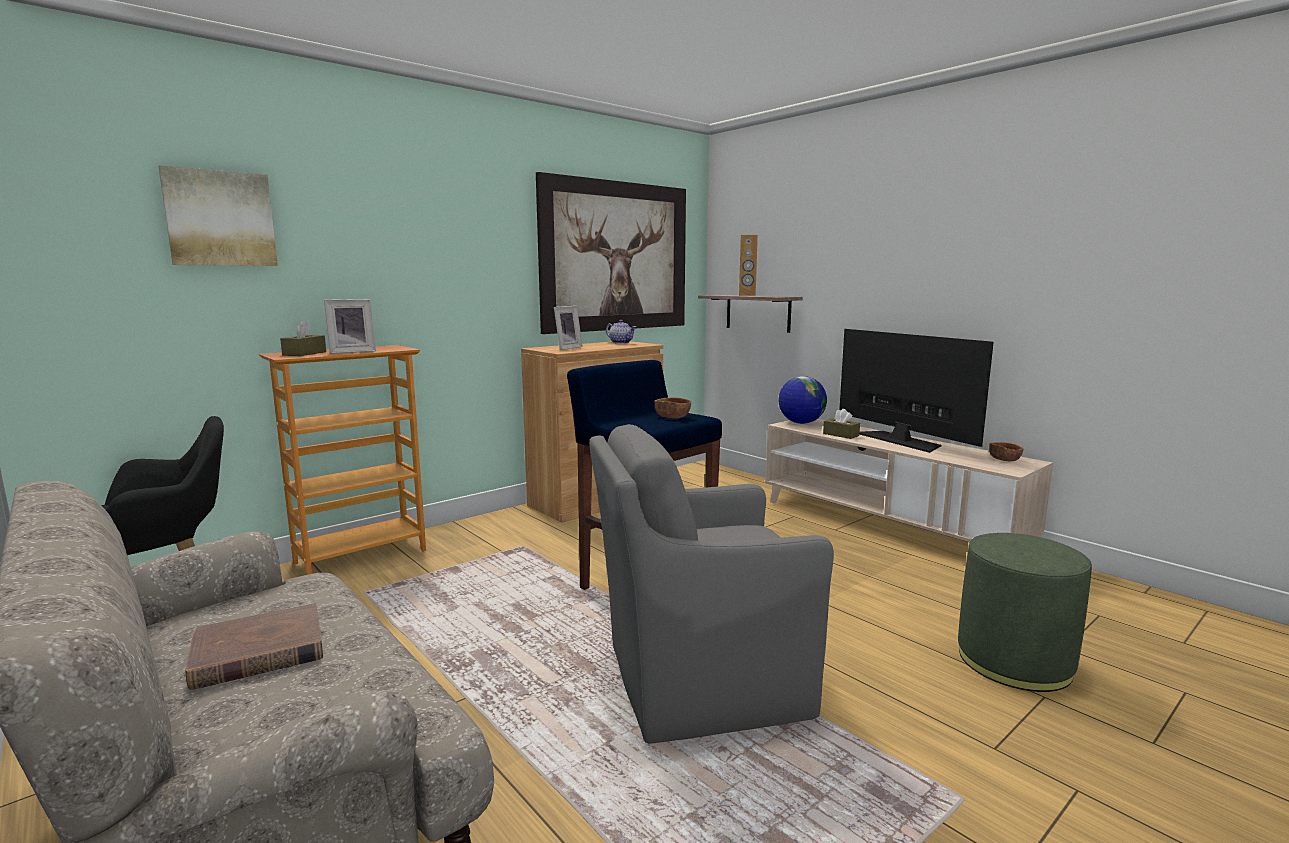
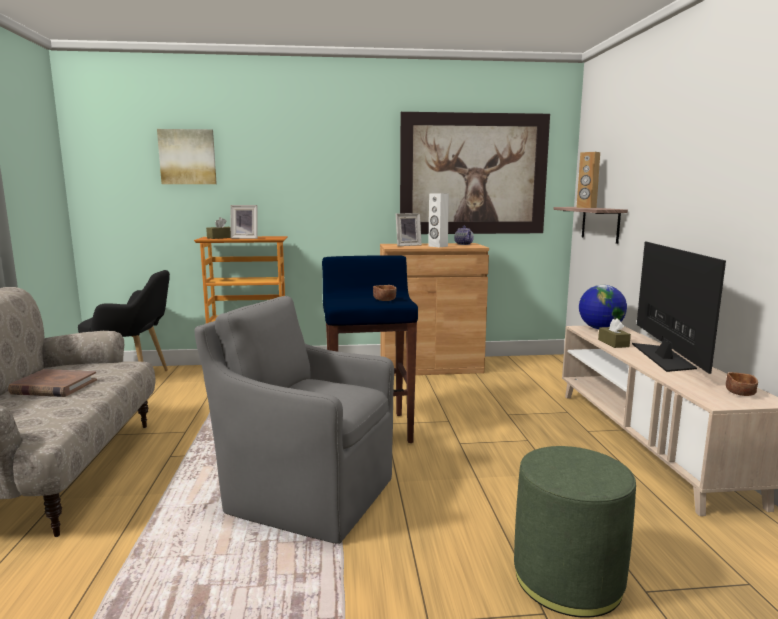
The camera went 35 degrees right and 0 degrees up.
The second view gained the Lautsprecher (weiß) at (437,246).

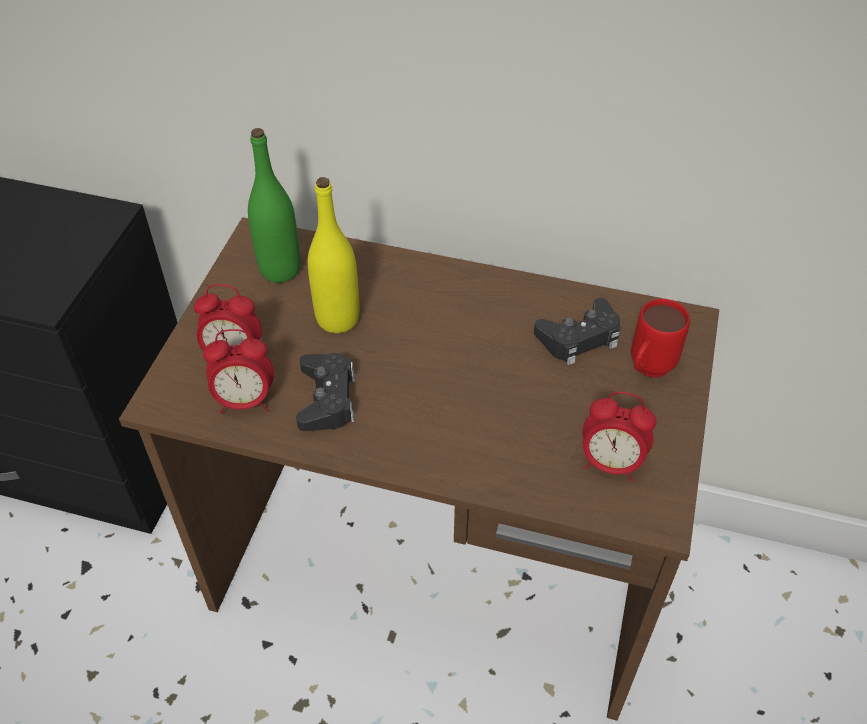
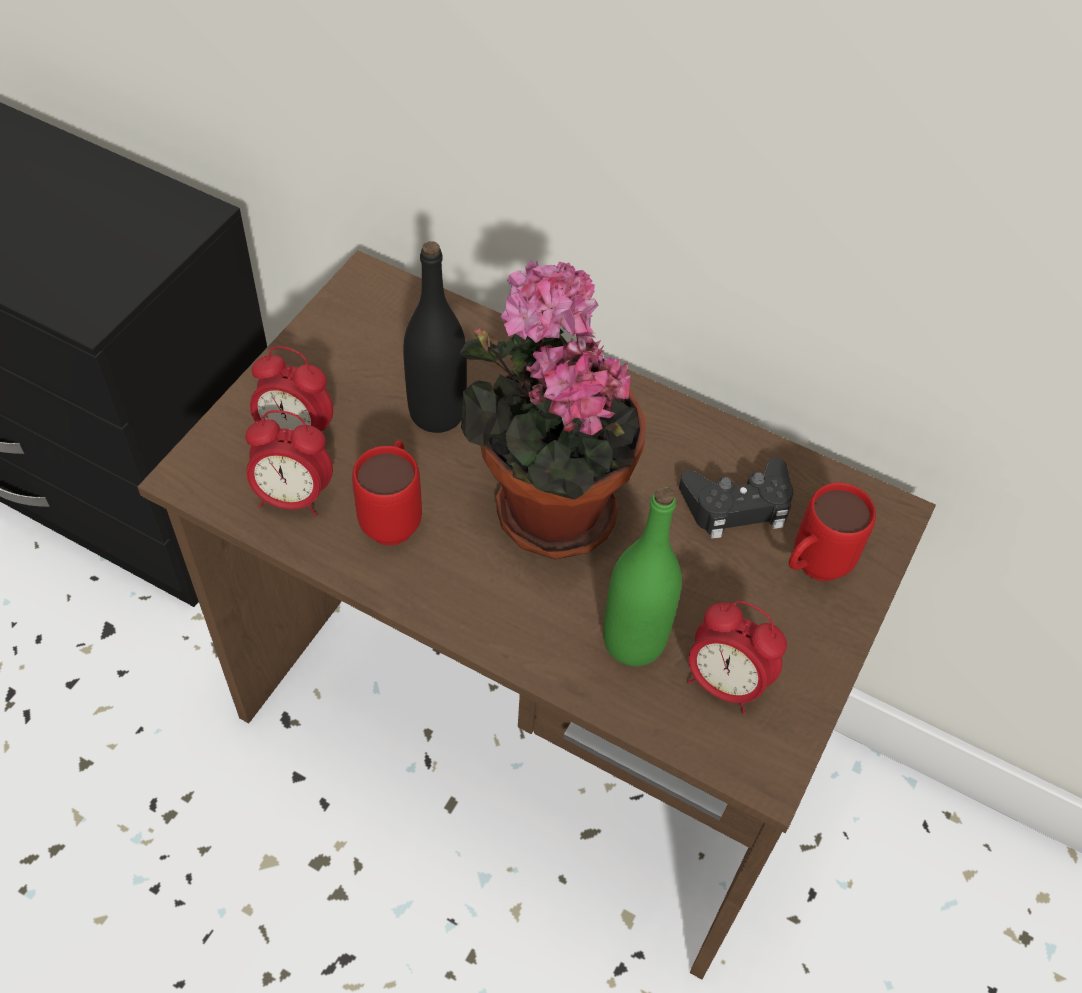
The camera went 10 degrees right and 5 degrees up.
The Flasche (grün) ended up elsewhere, having gone from (280,269) to (634,641).
What was the Flasche (gelb) at (337,319) turned into the Flasche (schwarz) at (437,413).
Where the Gamepad (schwarz) stood at (327,398), the Henkelbecher (rot) came to stand at (394,516).
The second view gained the Topfpflanze at (545,505).

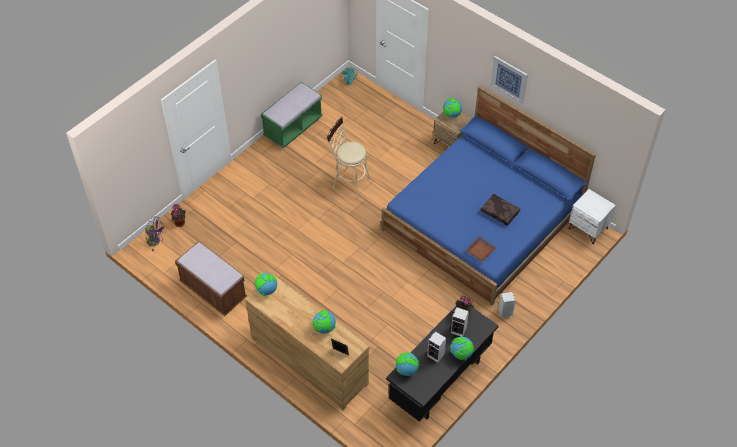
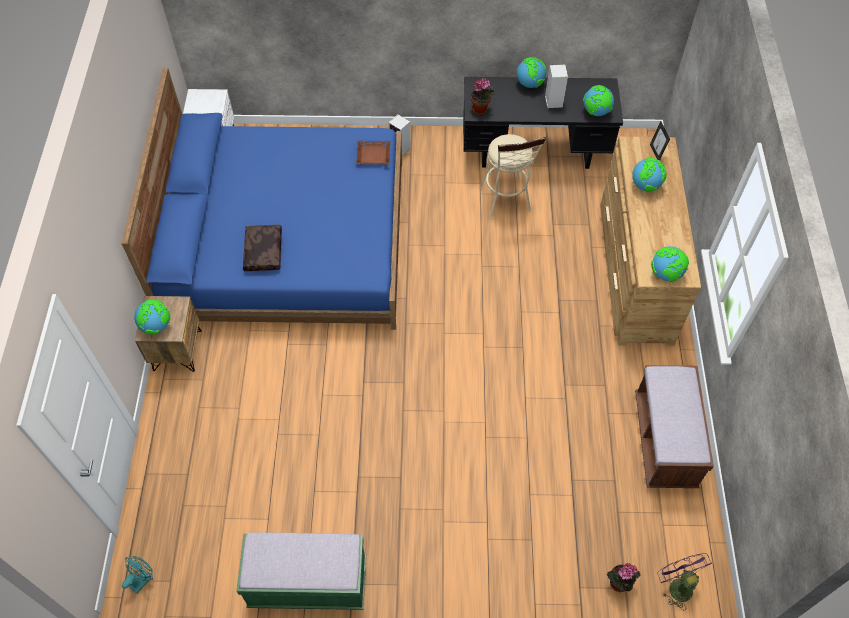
The camera went 130 degrees left and 5 degrees up.
The second view lost the Bild at (509,79).
The Hocker (beige) ended up elsewhere, having gone from (348,182) to (506,202).
The Kissen (braun) ended up elsewhere, having gone from (500,212) to (262,251).
The second view lost the Lautsprecher at (459,330).

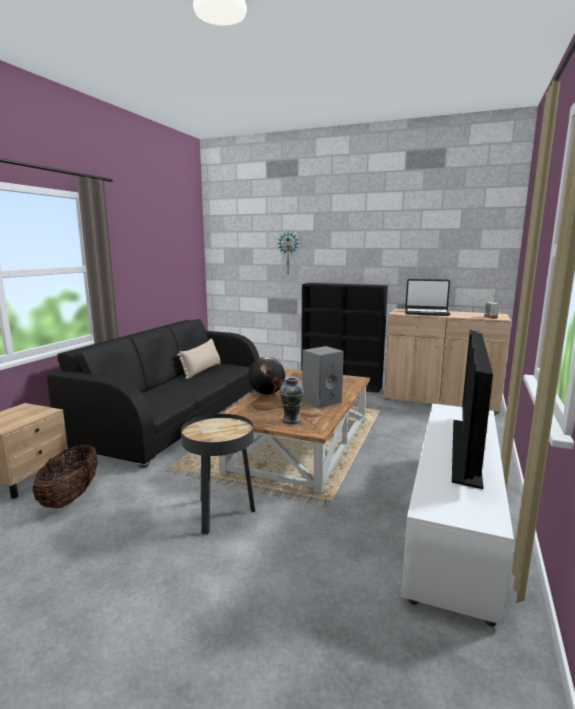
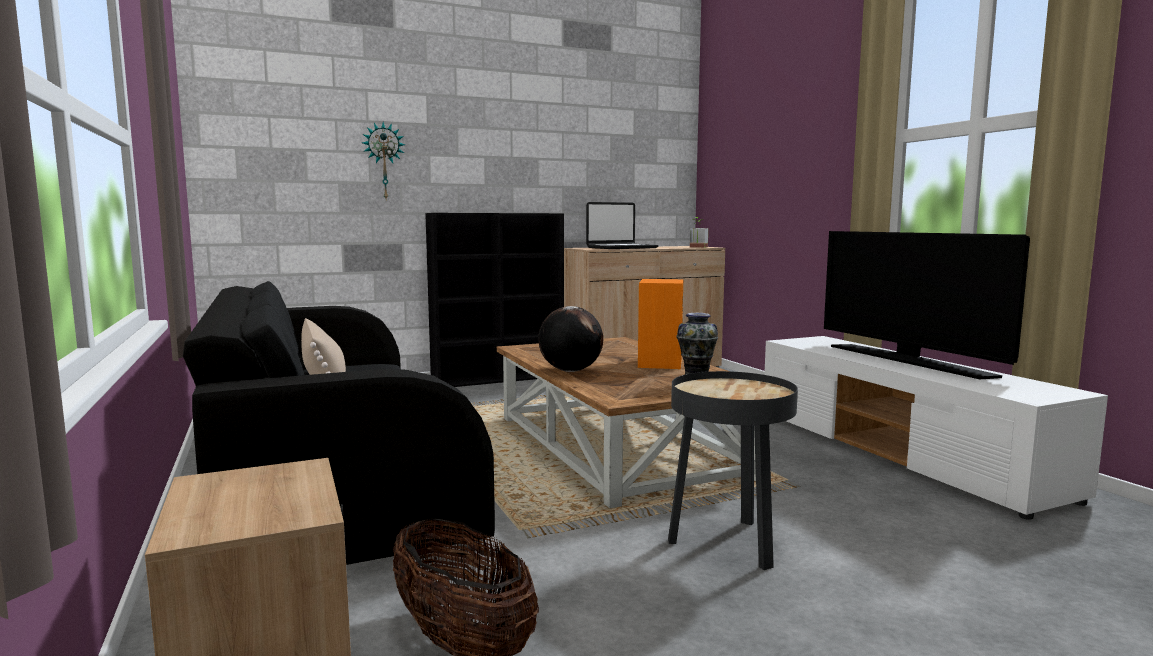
The camera went 45 degrees left and 5 degrees down.
What was the Lautsprecher (grau) at (322,401) turned into the Lautsprecher (orange) at (659,363).

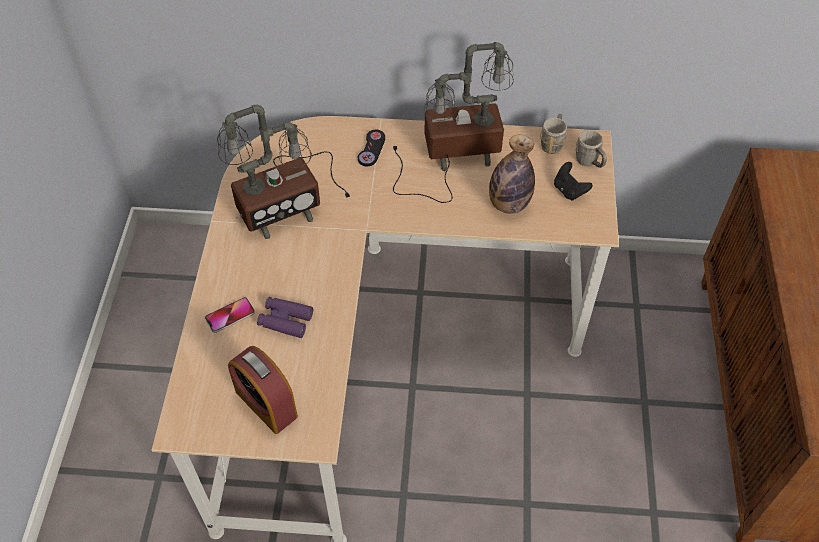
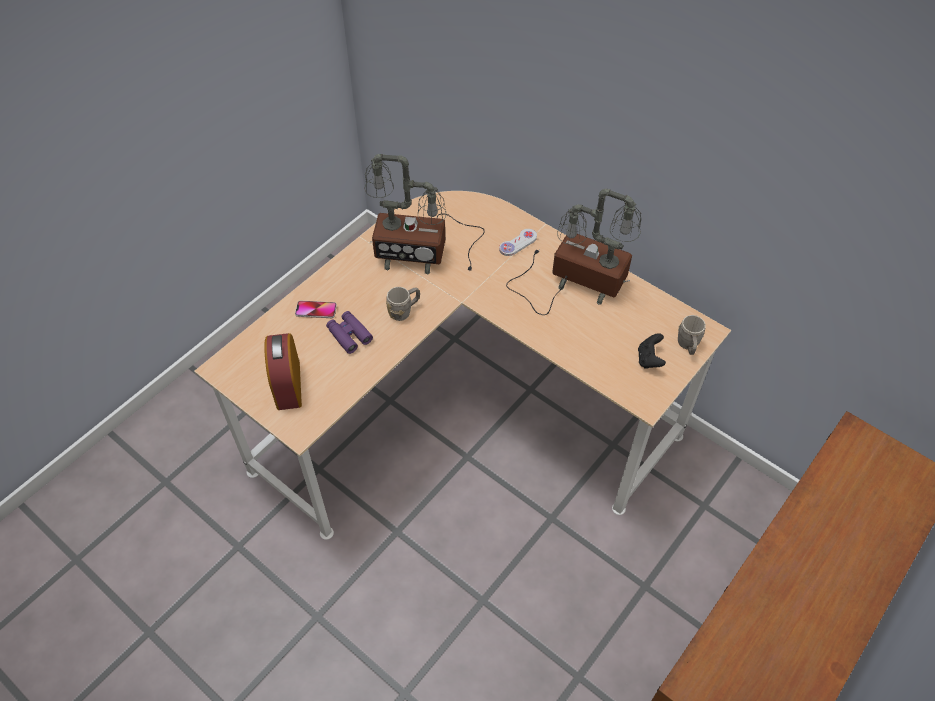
The camera went 35 degrees right and 0 degrees up.
The Henkelbecher (grau) ended up elsewhere, having gone from (553,143) to (404,311).
What was the Gamepad (schwarz) at (371,149) turned into the Gamepad (weiß) at (518,243).
The second view lost the Flasche at (508,204).

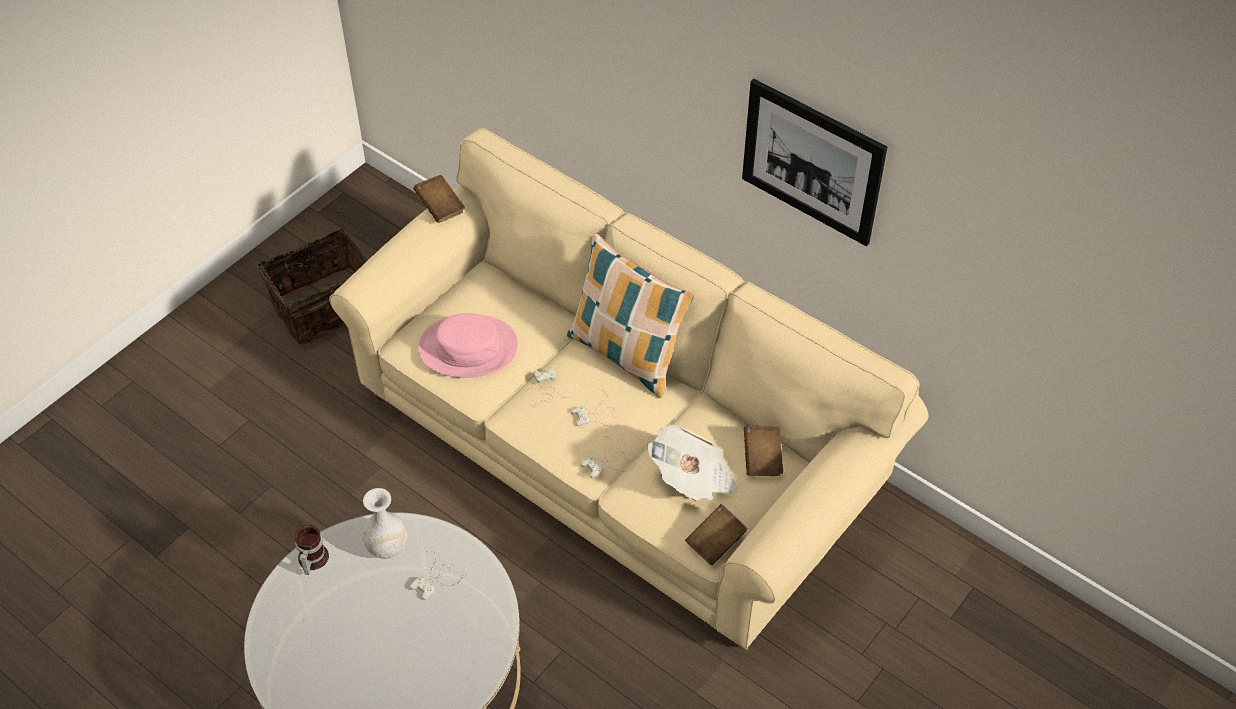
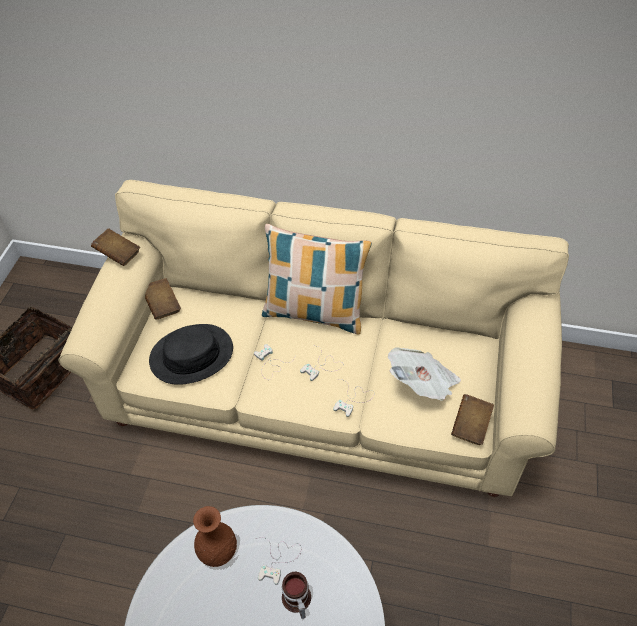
The camera went 25 degrees left and 0 degrees up.
The second view lost the Bild at (812,162).
What was the Hut (rosa) at (468,347) turned into the Hut (schwarz) at (191,355).
The Buch (braun) ended up elsewhere, having gone from (762,459) to (162,305).
What was the Vase (weiß) at (387,548) turned into the Vase (braun) at (218,552).
The Henkelbecher ended up elsewhere, having gone from (311,560) to (296,601).

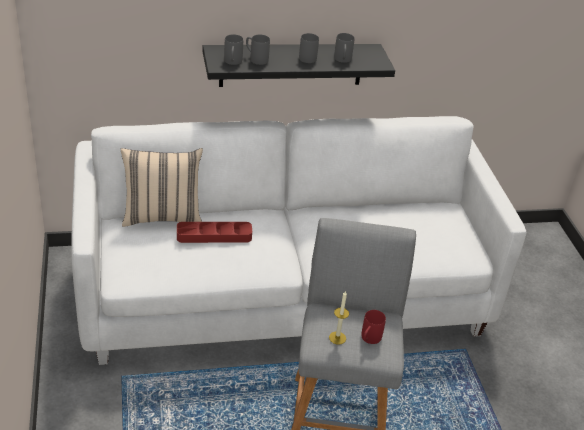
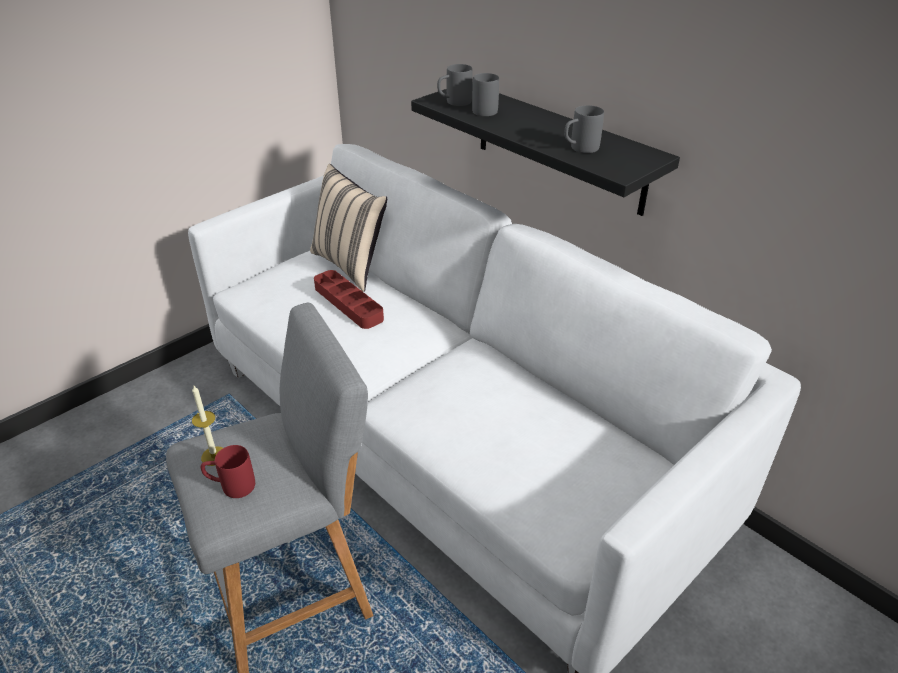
The camera went 60 degrees right and 0 degrees up.
The second view lost the Henkelbecher (grau) at (306,57).

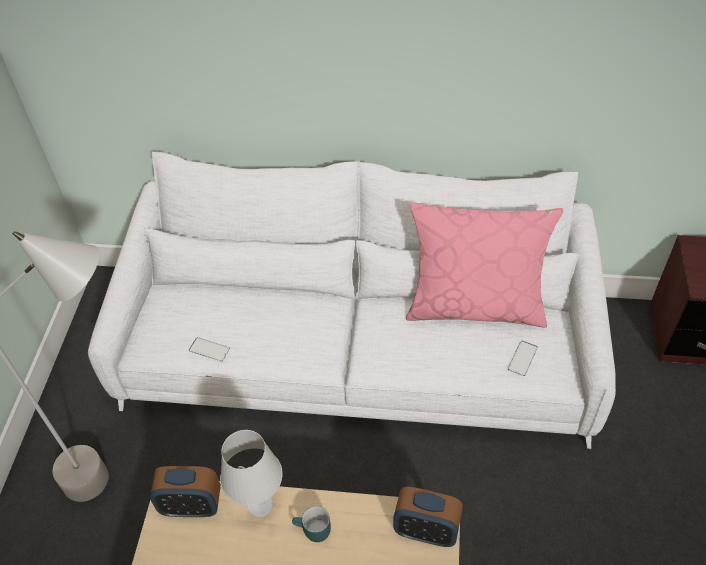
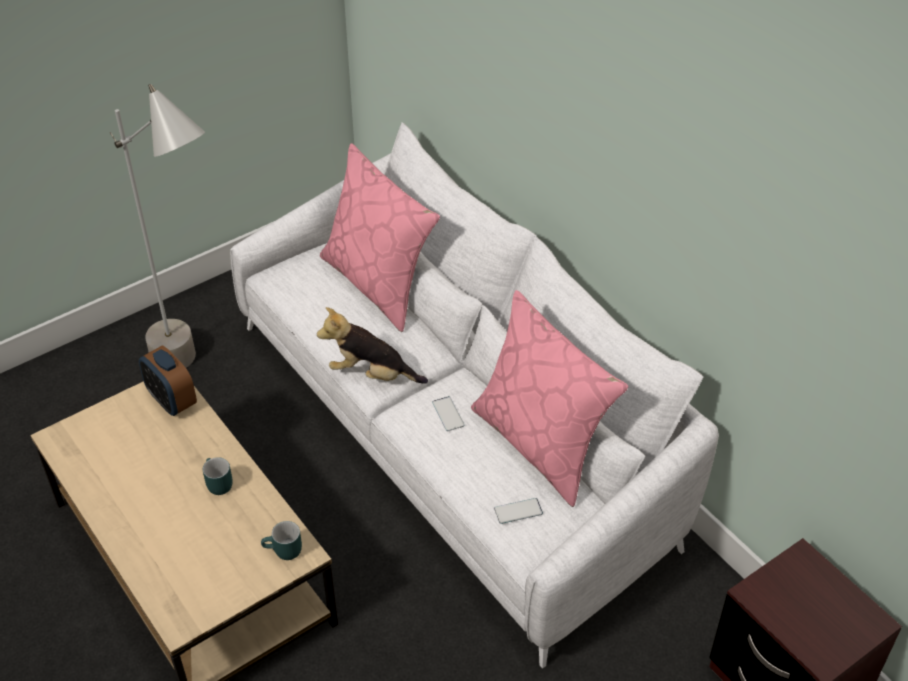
The camera went 45 degrees right and 5 degrees down.
The Handy ended up elsewhere, having gone from (209,349) to (448,414).
The second view lost the Tischlampe (weiß) at (260,505).
Where the Wecker stood at (426,530), the Henkelbecher (türkis) came to stand at (283,552).
The second view gained the Kissen (rosa) at (379,283).
The second view gained the Plüschtier at (371,374).

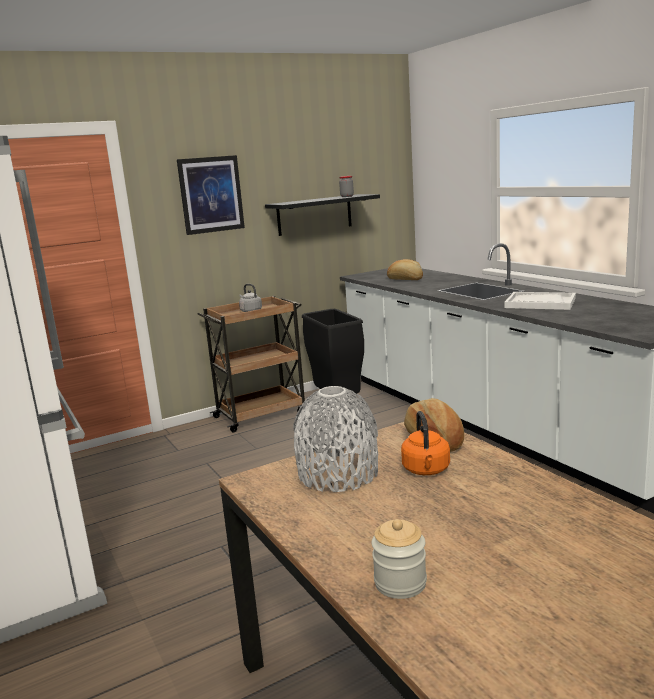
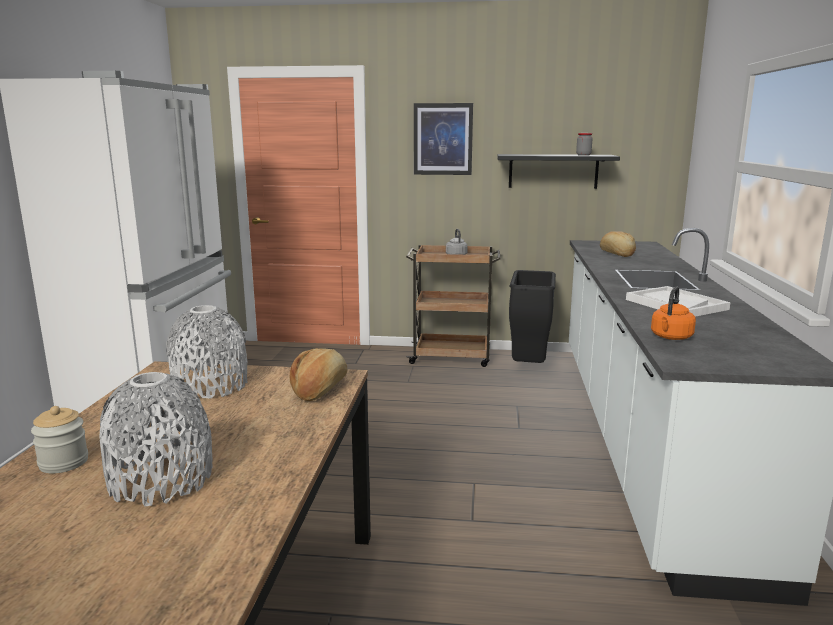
The camera went 35 degrees right and 0 degrees up.
The Wasserkessel (orange) ended up elsewhere, having gone from (426,470) to (670,337).
The second view gained the Vase (grau) at (161,480).

